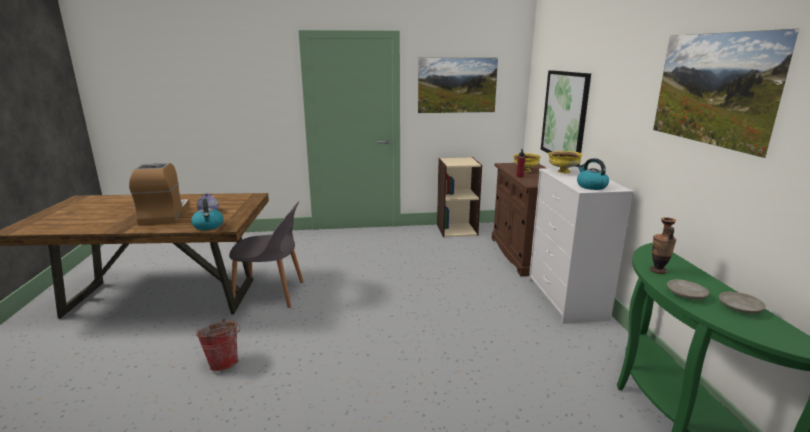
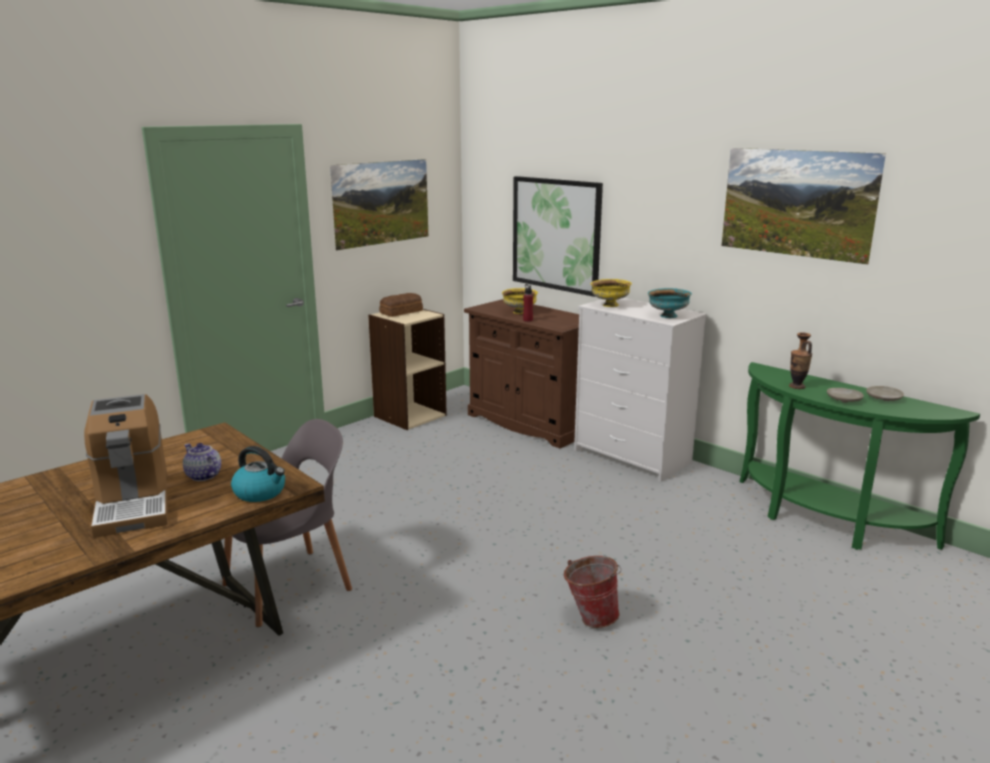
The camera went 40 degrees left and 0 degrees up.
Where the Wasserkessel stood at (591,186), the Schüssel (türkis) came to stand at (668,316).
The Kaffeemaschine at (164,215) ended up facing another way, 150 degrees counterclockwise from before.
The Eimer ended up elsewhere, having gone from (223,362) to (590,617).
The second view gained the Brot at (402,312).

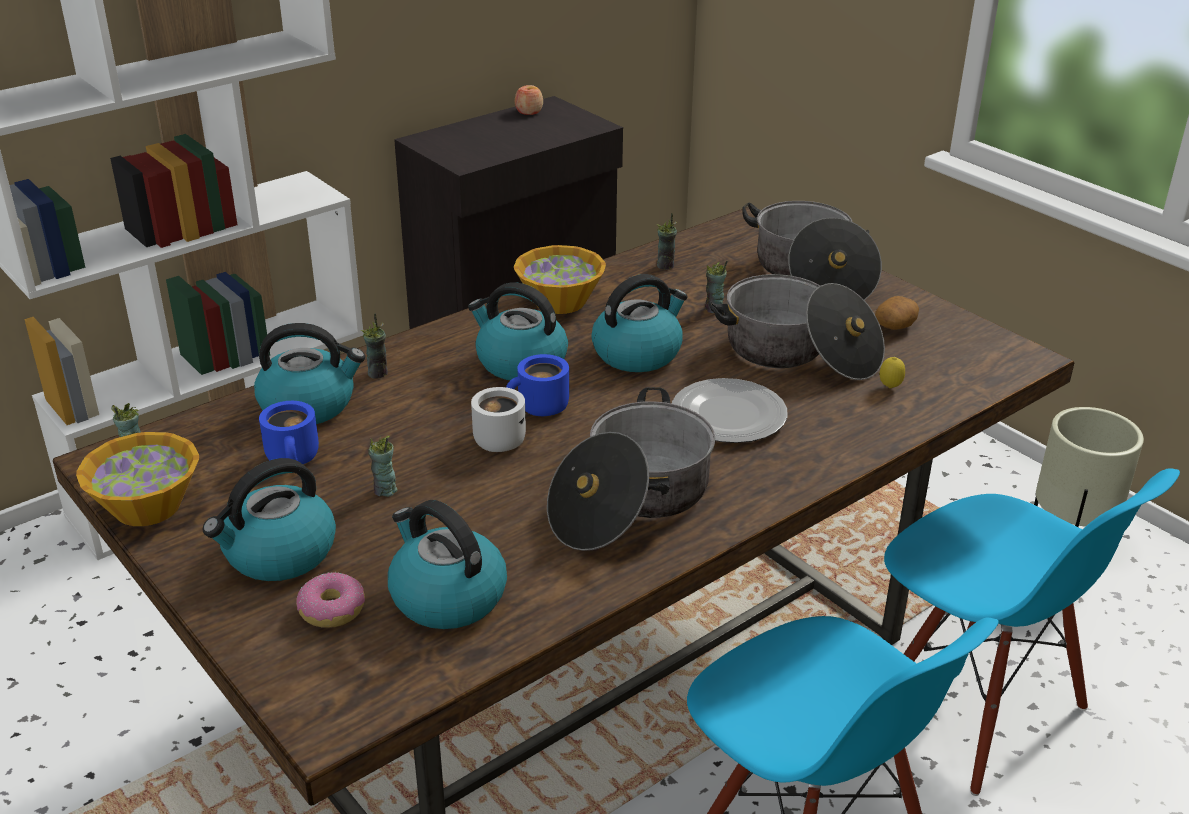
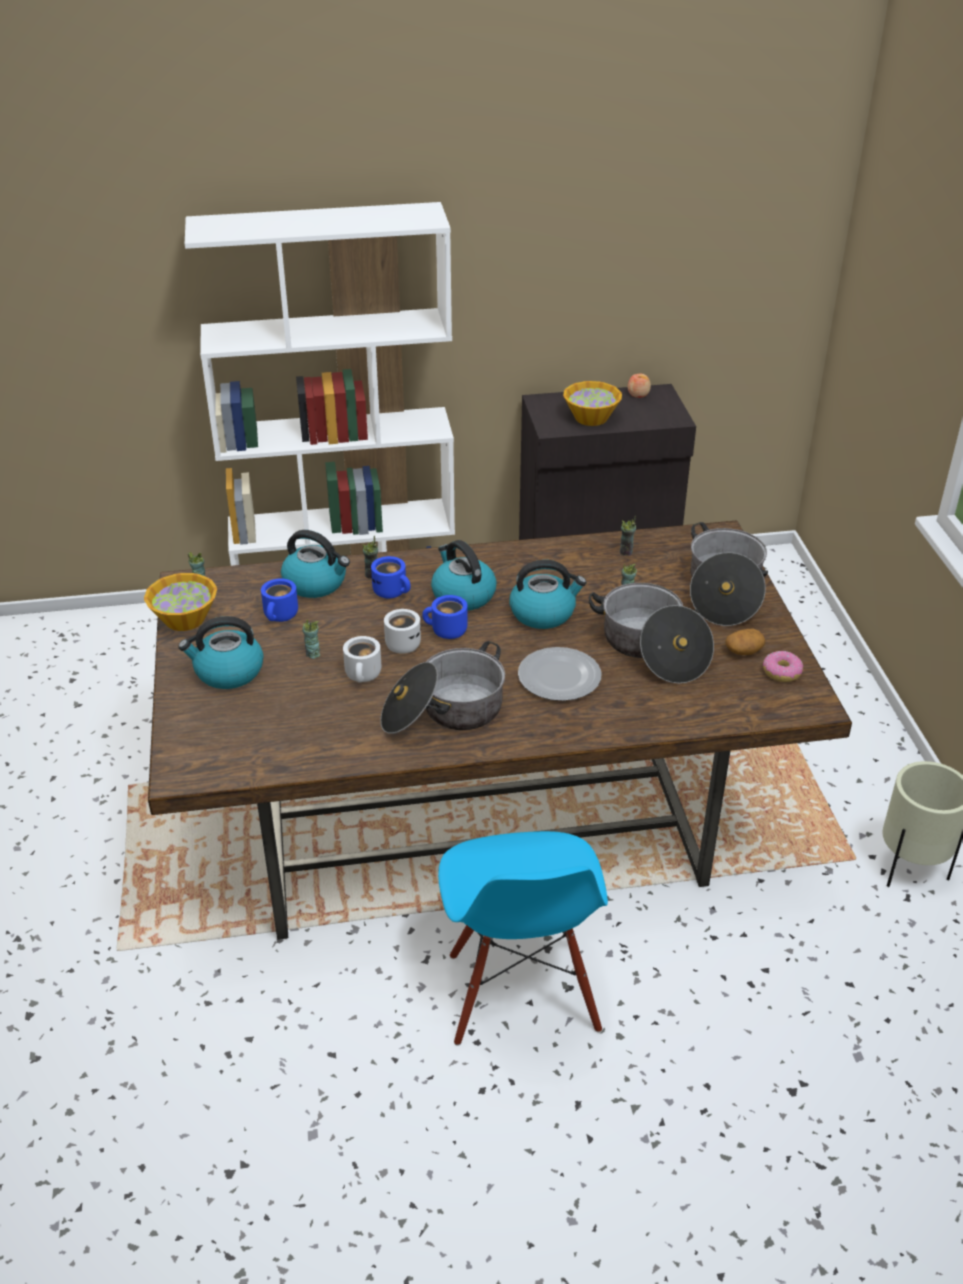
The camera went 30 degrees right and 5 degrees up.
The Schüssel ended up elsewhere, having gone from (560,302) to (591,418).
The second view lost the Zitrone at (890,387).
The second view lost the Stuhl (blau) at (977,711).
The second view lost the Wasserkessel at (446,596).
The Donut ended up elsewhere, having gone from (332,610) to (782,672).
The second view gained the Henkelbecher (blau) at (393,591).
The second view gained the Henkelbecher (weiß) at (364,675).

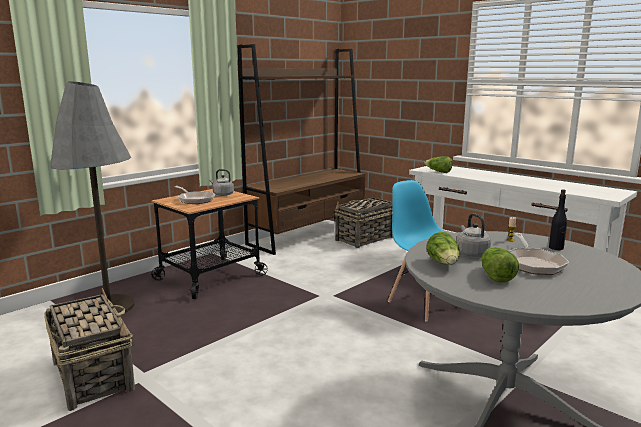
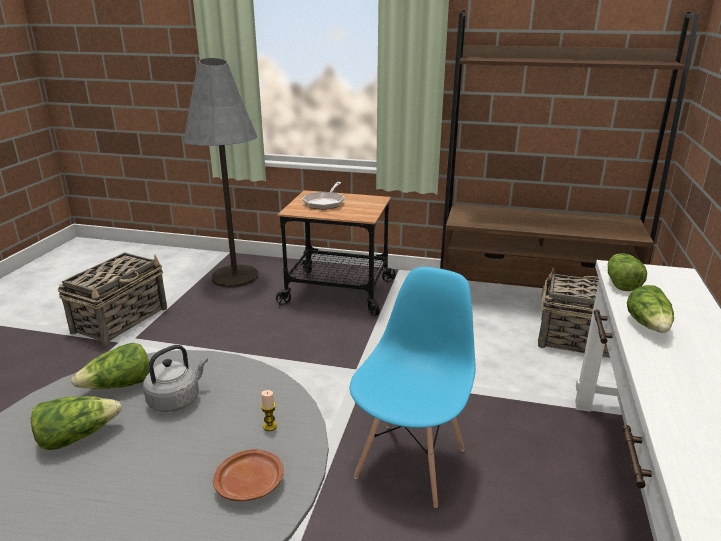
The camera went 60 degrees right and 10 degrees up.
The second view lost the Wasserkessel (grau) at (222,194).
Where the Flasche (schwarz) stood at (556,248), the Teller (braun) came to stand at (250,484).
The second view lost the Pfanne at (533,263).
The second view gained the Salatkopf at (649,326).

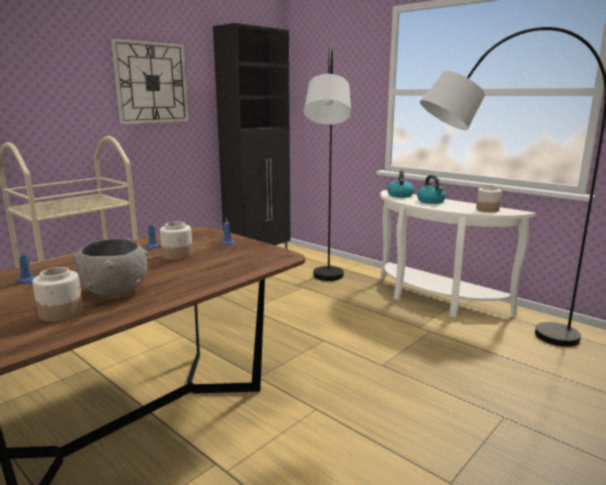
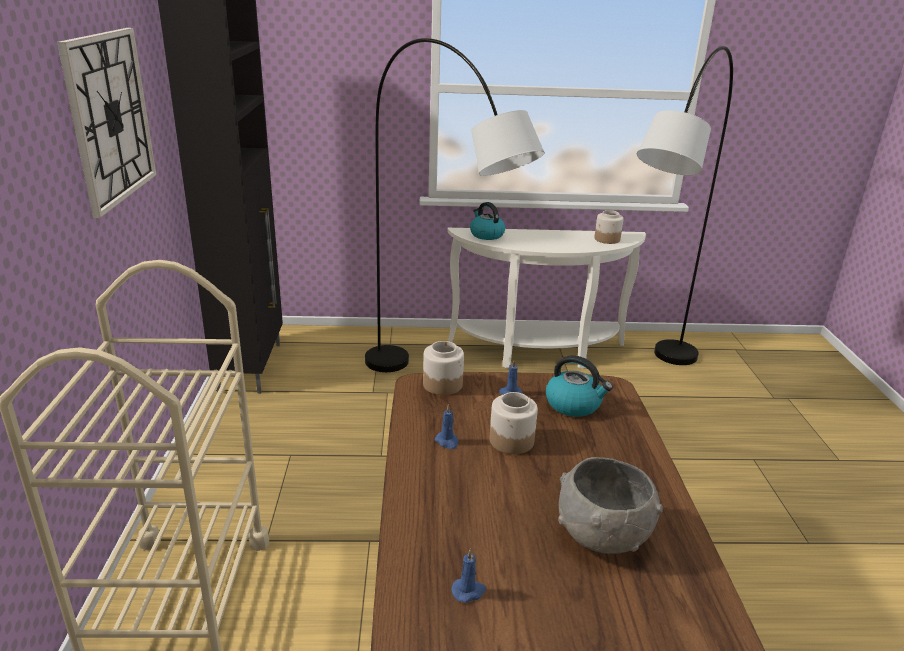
The camera went 45 degrees left and 10 degrees up.
The Wasserkessel ended up elsewhere, having gone from (431,201) to (574,404).
The Vorratsglas ended up elsewhere, having gone from (61,313) to (442,384).

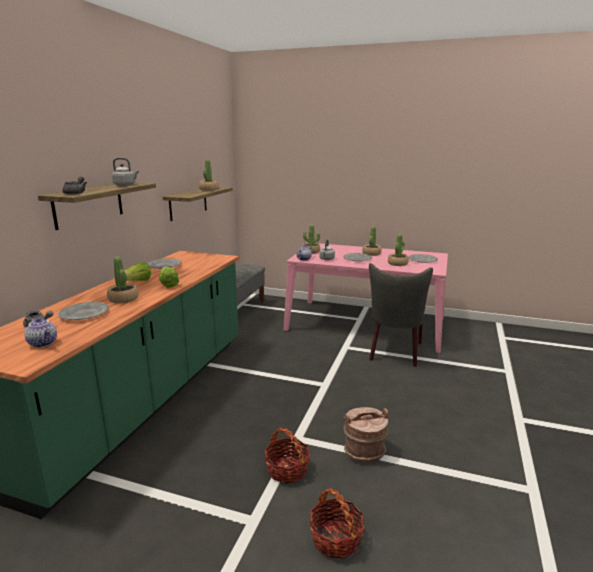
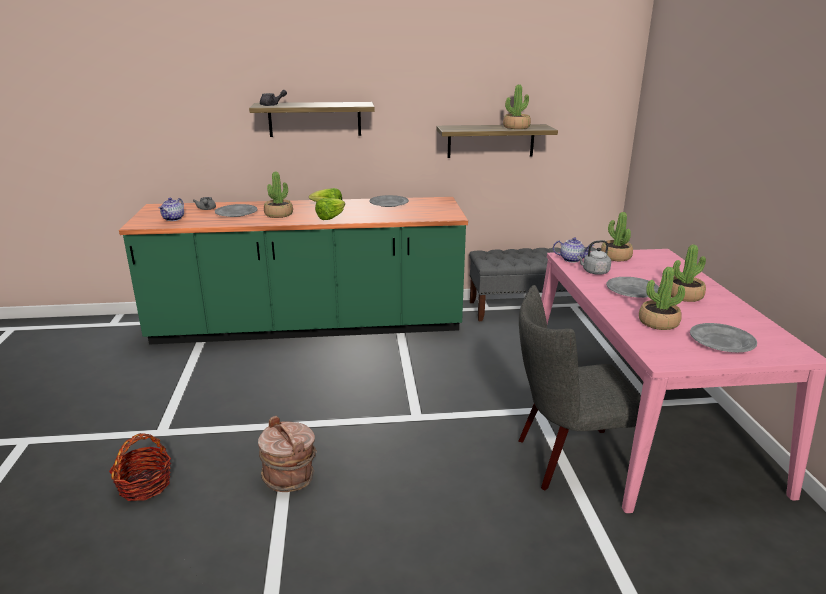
The camera went 65 degrees right and 5 degrees up.
The second view lost the Wasserkessel (grau) at (125,185).
The second view lost the Korb at (287,470).

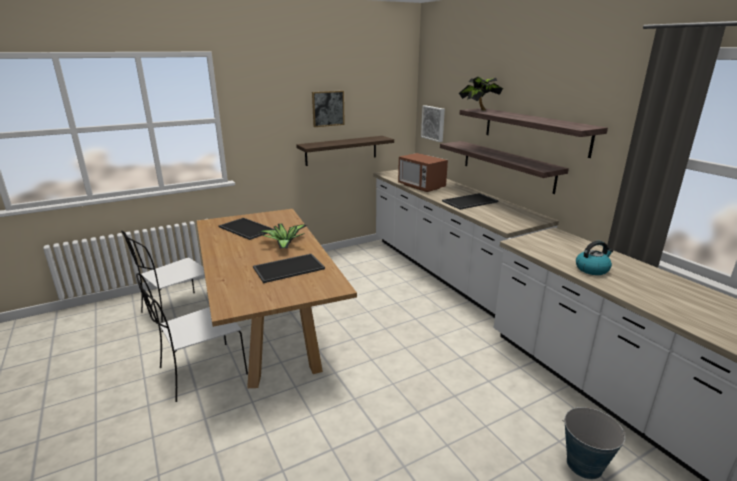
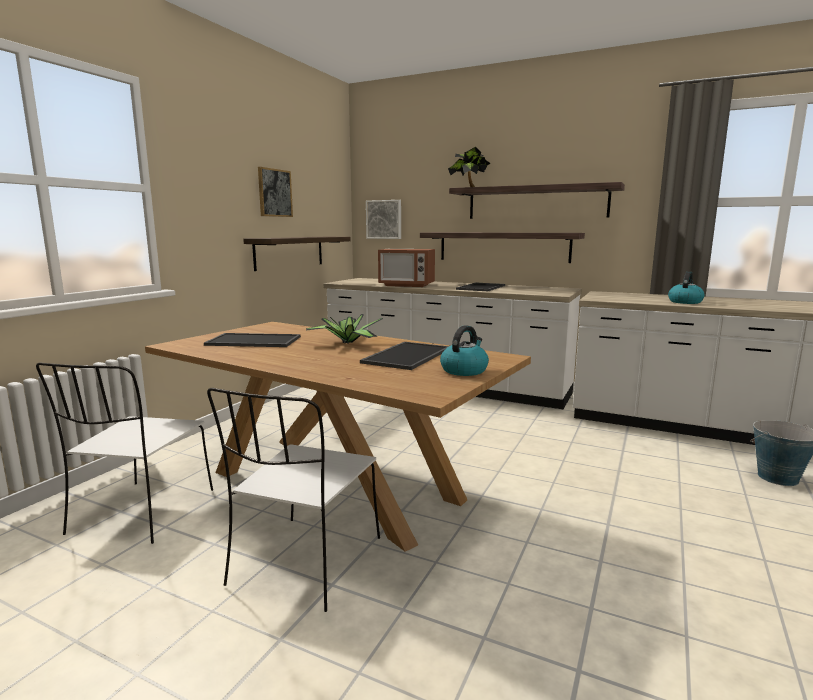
The camera went 35 degrees left and 10 degrees down.
The second view gained the Wasserkessel at (464,370).

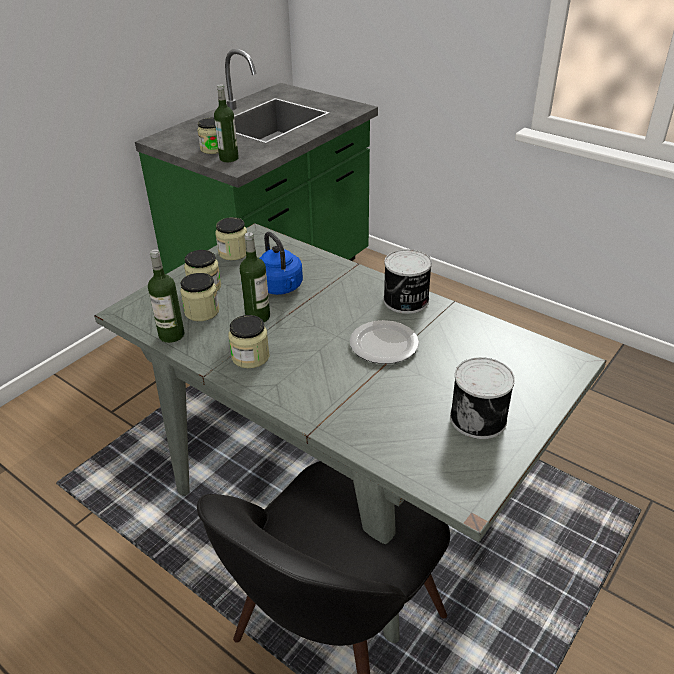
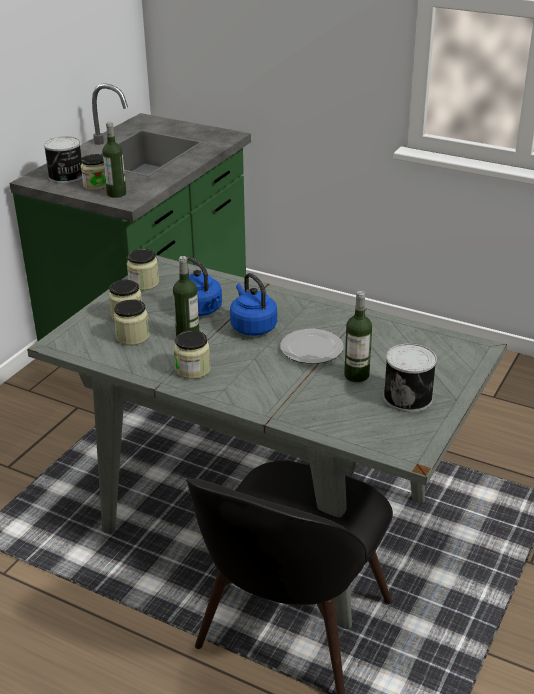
The camera went 10 degrees left and 5 degrees down.
The Flasche ended up elsewhere, having gone from (171,335) to (356,375).
The Dose ended up elsewhere, having gone from (406,301) to (66,176).
The second view gained the Wasserkessel (blau) at (252,326).

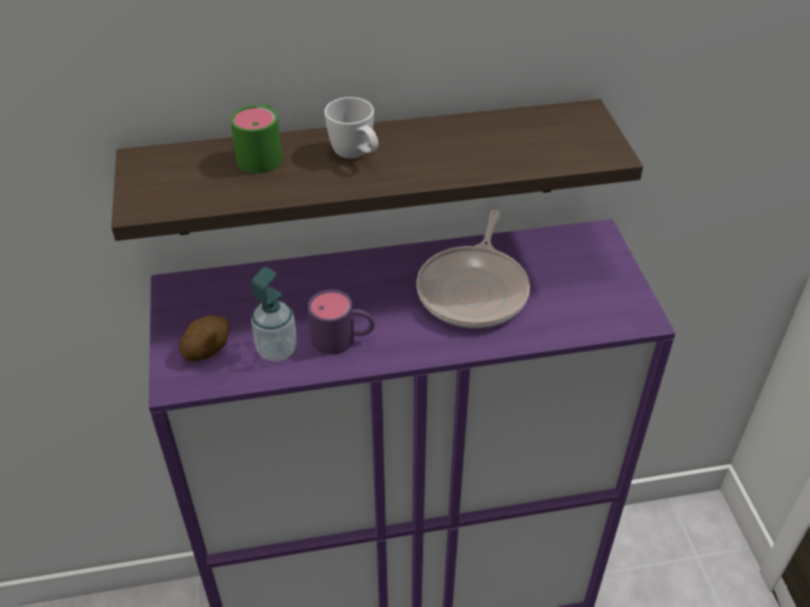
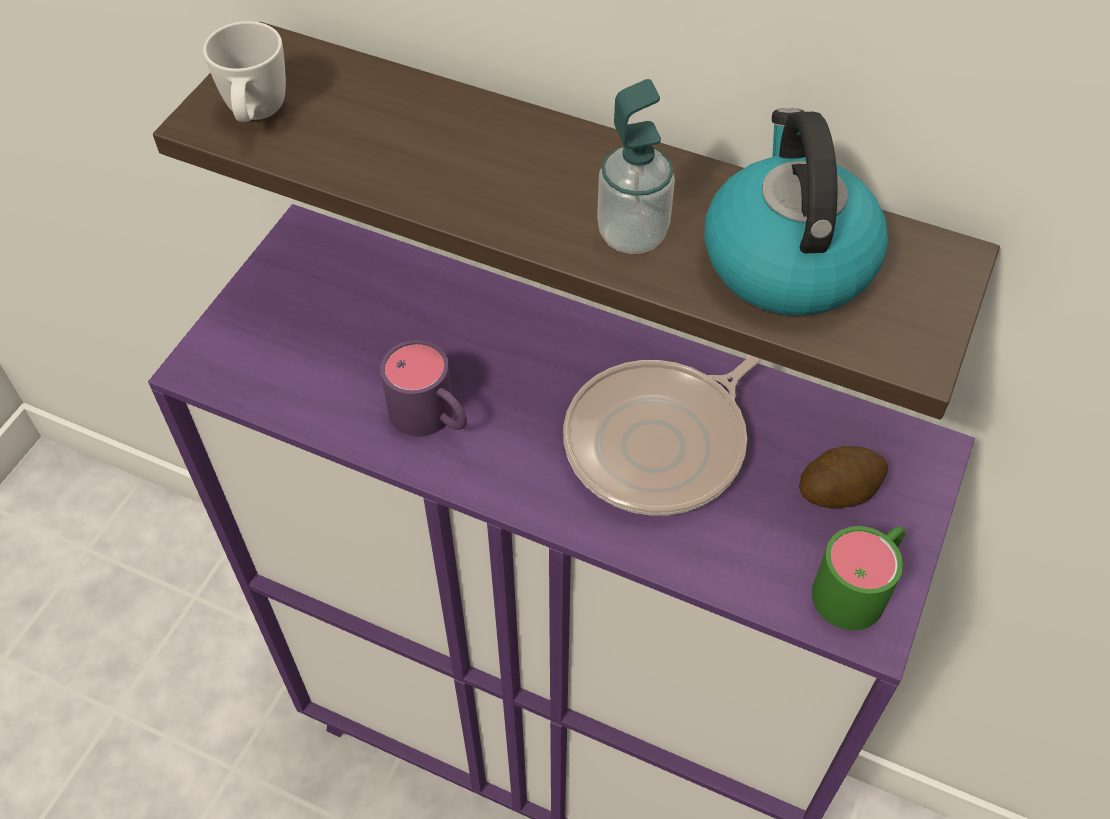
The camera went 35 degrees right and 10 degrees up.
The Henkelbecher (weiß) ended up elsewhere, having gone from (356,156) to (256,117).
The Henkelbecher (grün) ended up elsewhere, having gone from (263,153) to (859,586).
The Seifenspender ended up elsewhere, having gone from (277,350) to (632,235).
The Kartoffel ended up elsewhere, having gone from (207,349) to (838,490).
The second view gained the Wasserkessel at (786,259).

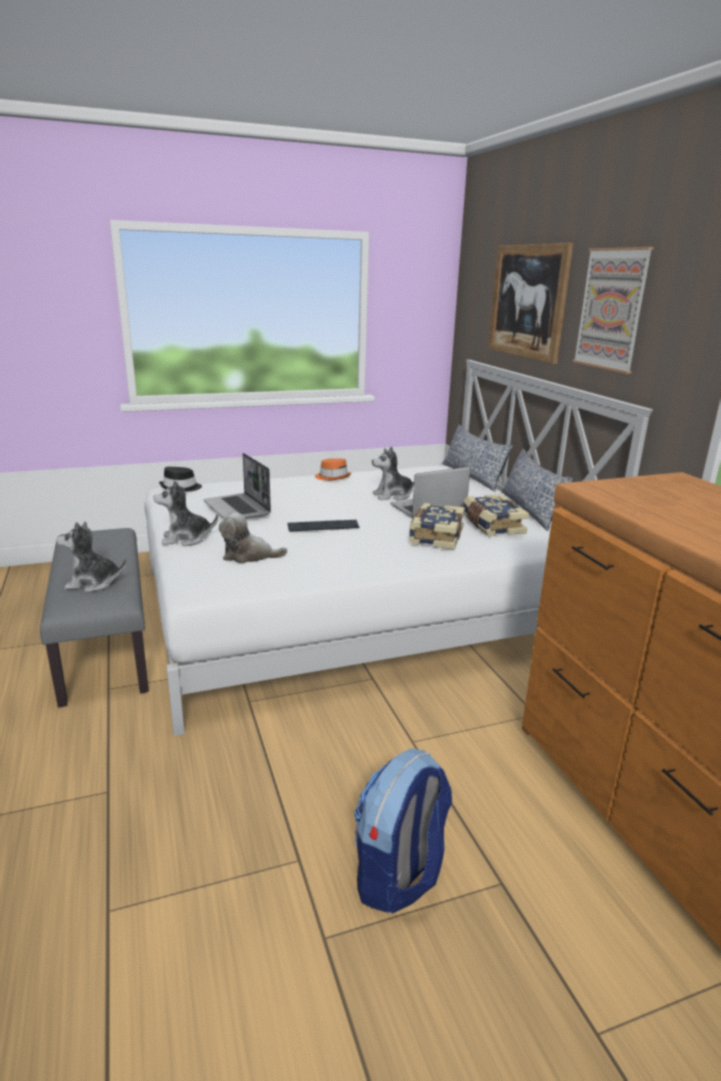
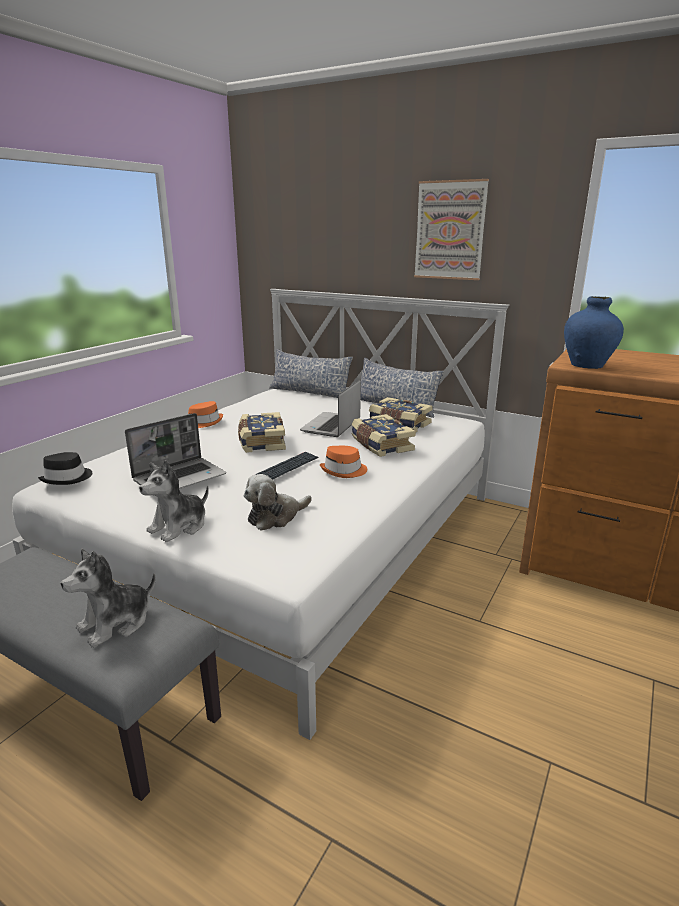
The camera went 40 degrees left and 0 degrees up.
The second view lost the Bild at (527,301).
The second view lost the Plüschtier at (393,495).
The Laptop at (238,509) ended up facing another way, 60 degrees counterclockwise from before.
The second view lost the Rucksack at (399,876).
The second view gained the Vase (blau) at (587,366).
The second view gained the Buch at (261,442).
The second view gained the Hut (orange) at (344,471).

